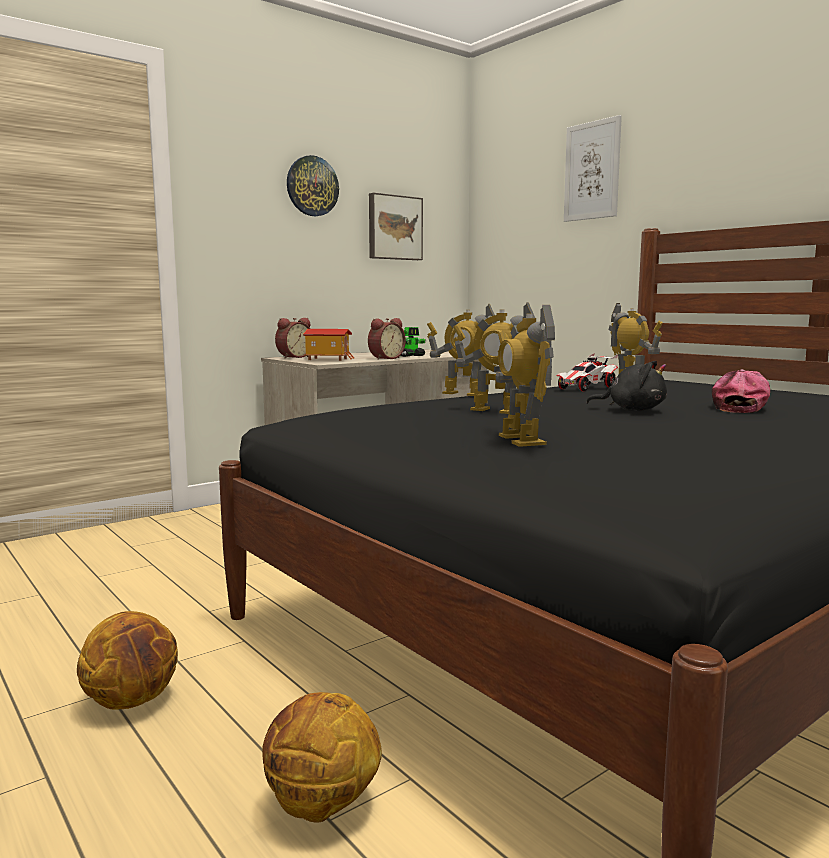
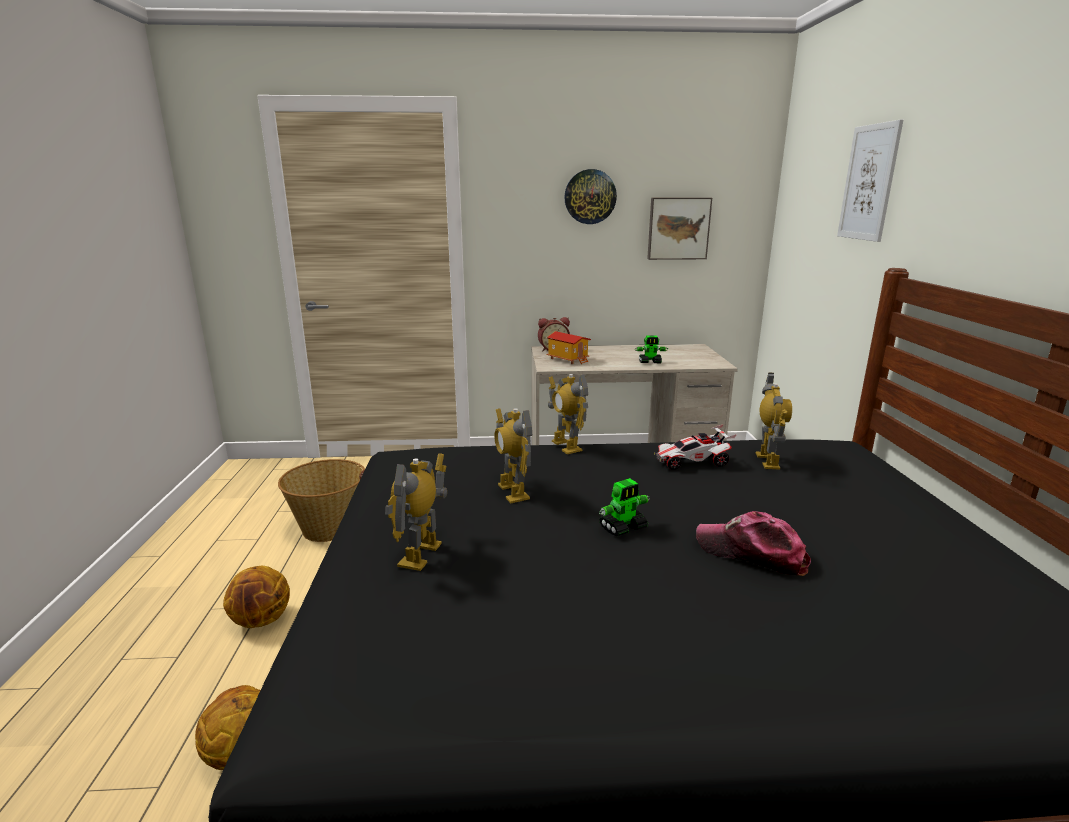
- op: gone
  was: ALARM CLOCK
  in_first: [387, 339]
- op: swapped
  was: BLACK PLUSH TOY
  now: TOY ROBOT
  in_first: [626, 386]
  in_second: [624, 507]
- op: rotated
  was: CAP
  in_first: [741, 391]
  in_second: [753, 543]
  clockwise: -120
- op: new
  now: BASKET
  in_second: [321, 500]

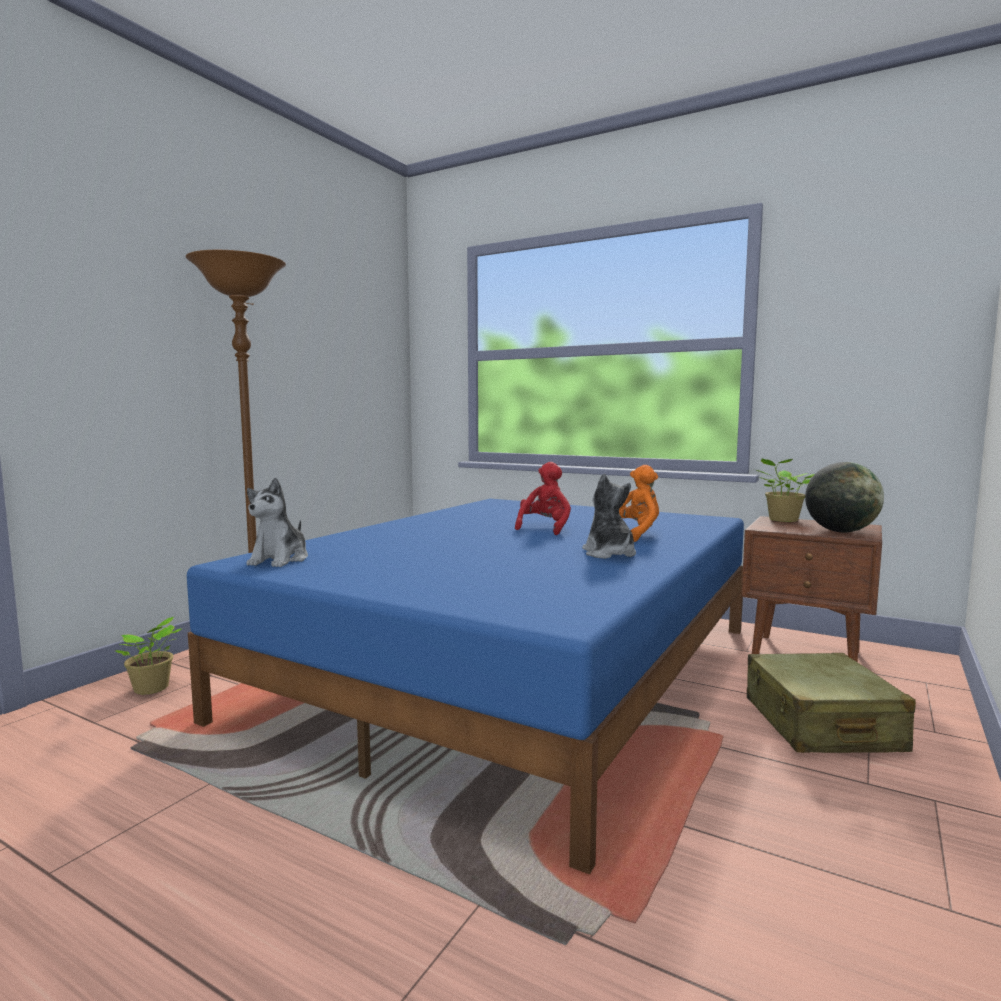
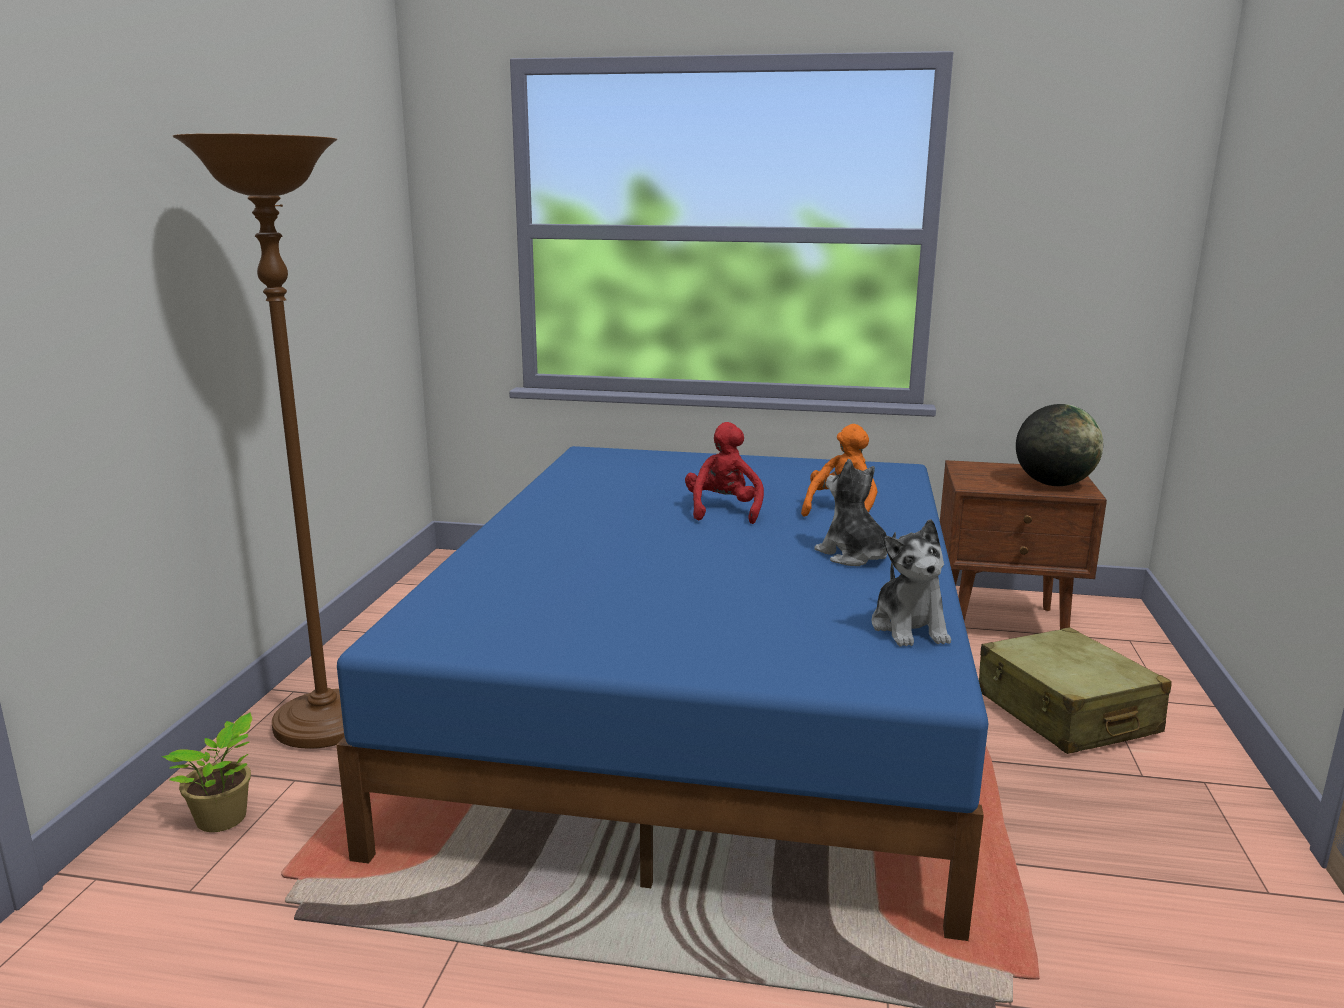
- op: gone
  was: POTTED PLANT
  in_first: [784, 490]
- op: shifted
  was: PLUSH TOY
  in_first: [277, 522]
  in_second: [911, 583]

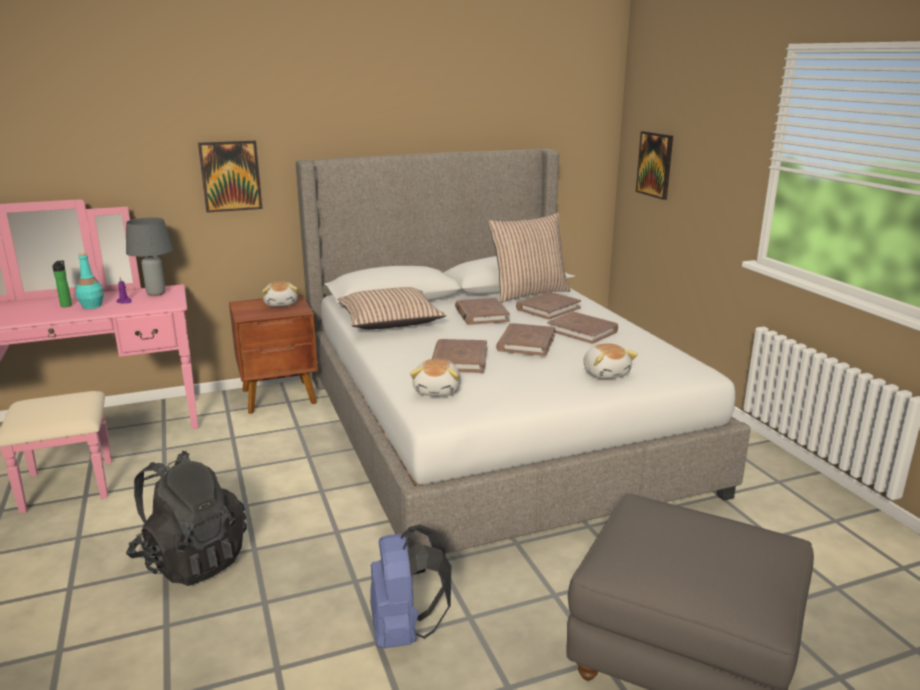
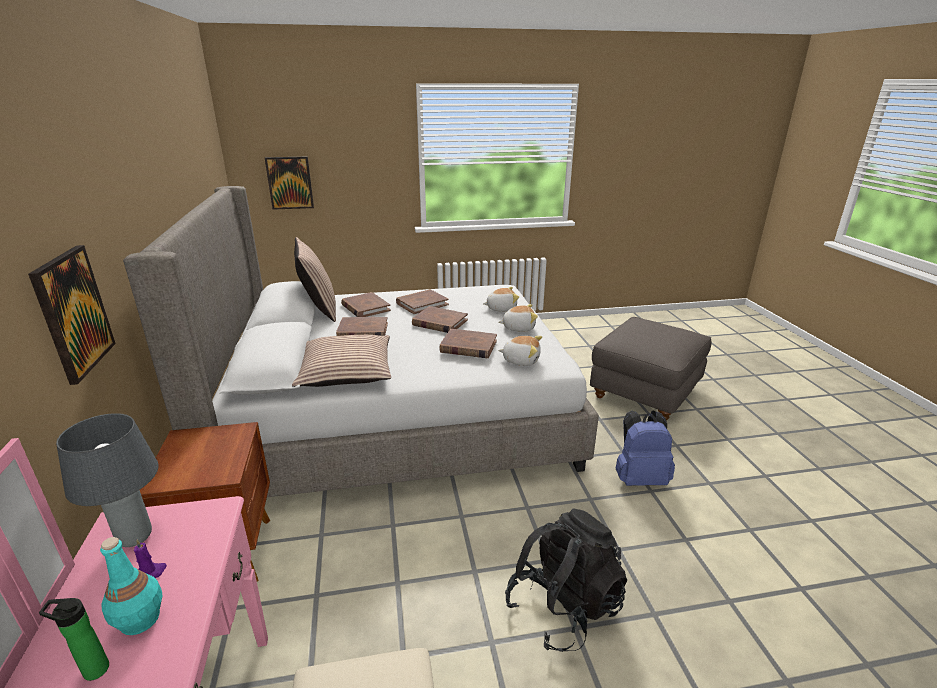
- op: shifted
  was: PLUSH TOY
  in_first: [280, 294]
  in_second: [518, 318]

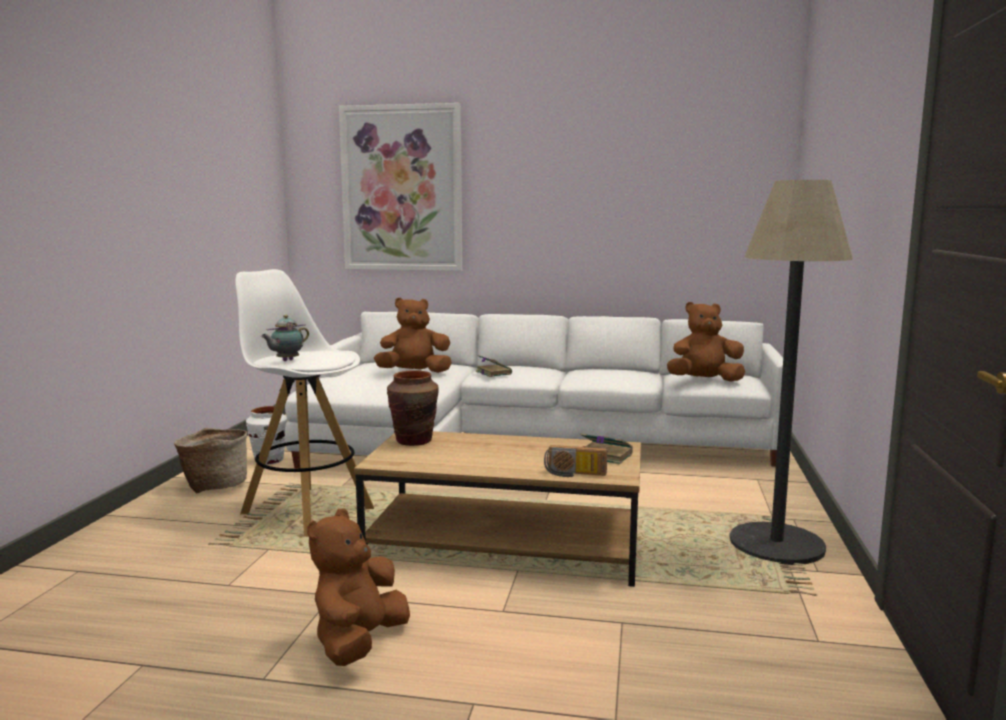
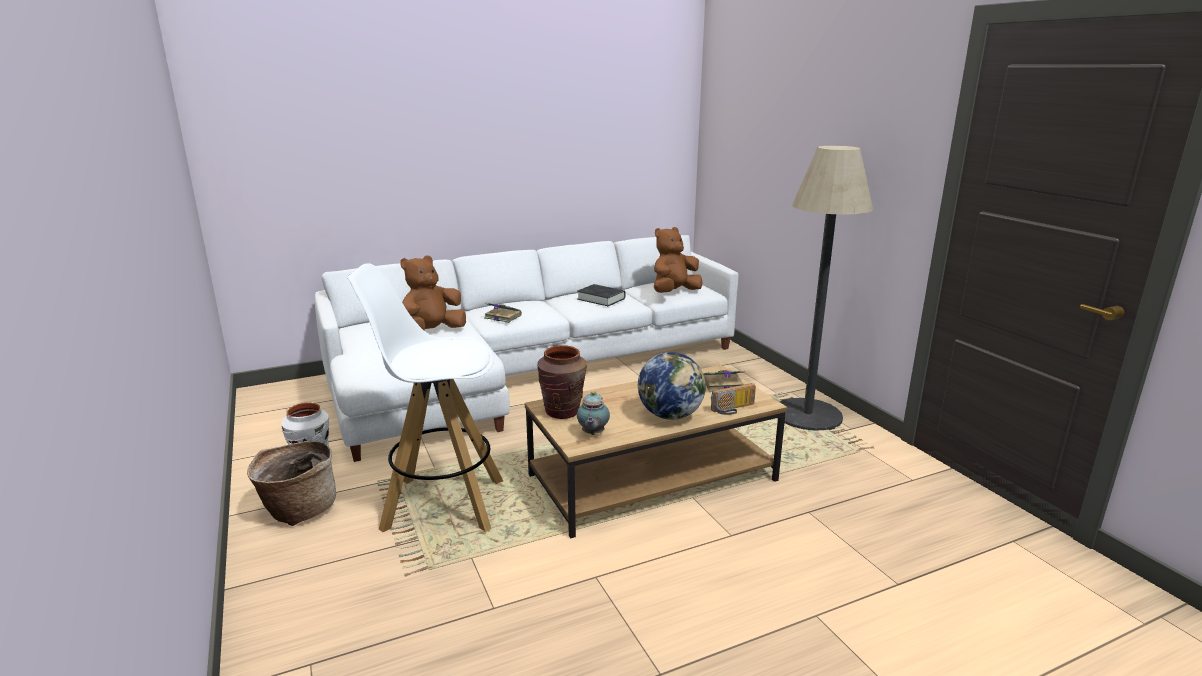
- op: gone
  was: PICTURE
  in_first: [400, 187]
- op: shifted
  was: TEAPOT
  in_first: [285, 338]
  in_second: [593, 413]
- op: gone
  was: BROWN PLUSH TOY
  in_first: [358, 587]
- op: new
  now: BLACK BOOK
  in_second: [601, 295]
- op: new
  now: GLOBE
  in_second: [672, 386]

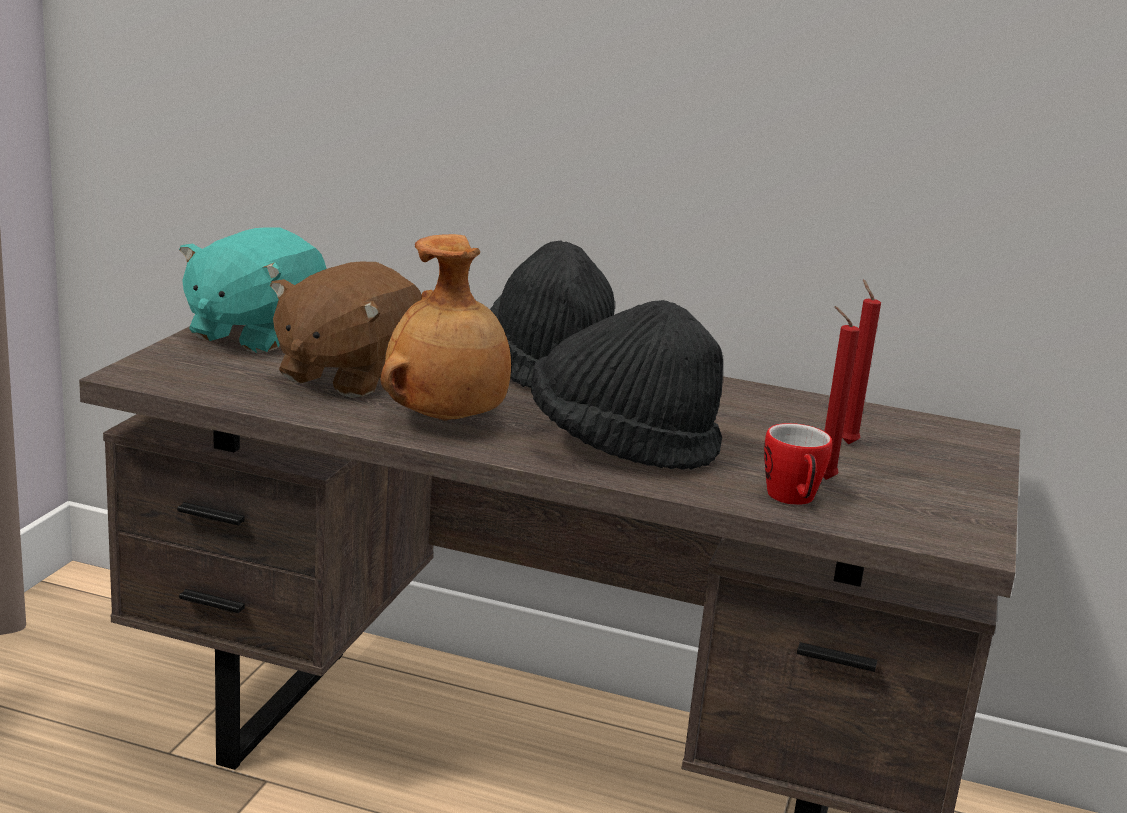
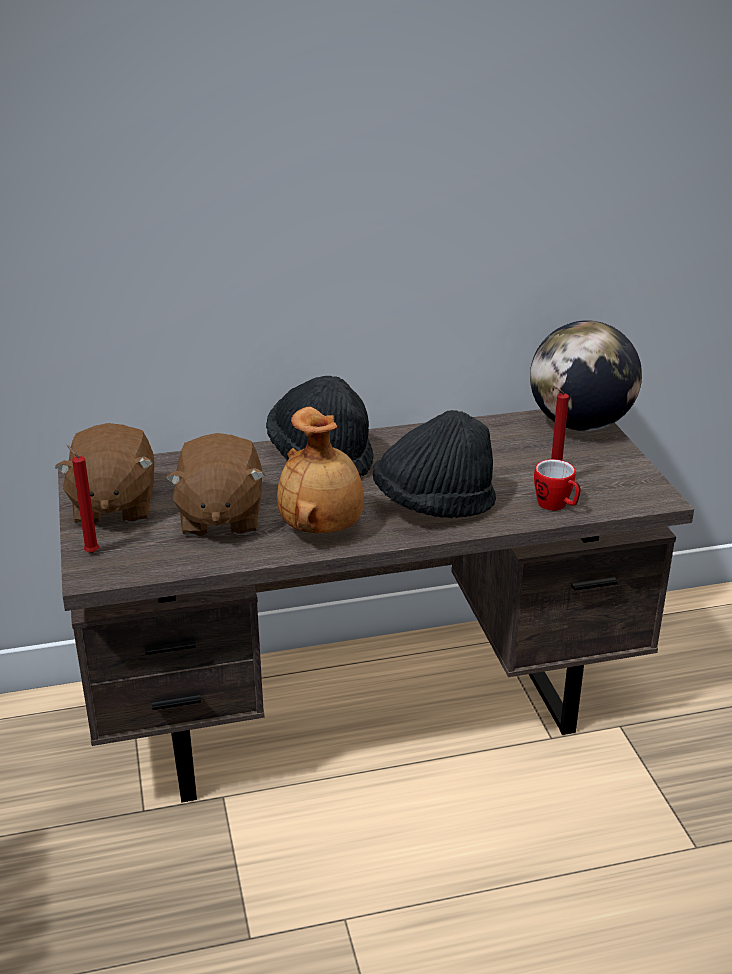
- op: repainted
  was: TURQUOISE PLUSH TOY
  now: BROWN PLUSH TOY
  in_first: [253, 290]
  in_second: [104, 474]
- op: shifted
  was: RED CANDLE
  in_first: [861, 361]
  in_second: [83, 499]
- op: new
  now: GLOBE
  in_second: [586, 375]

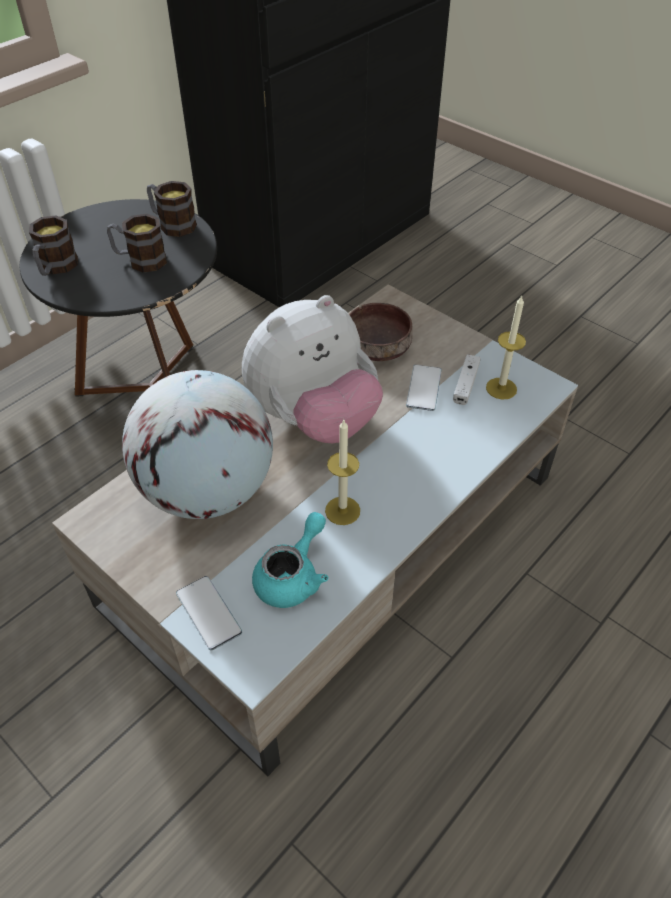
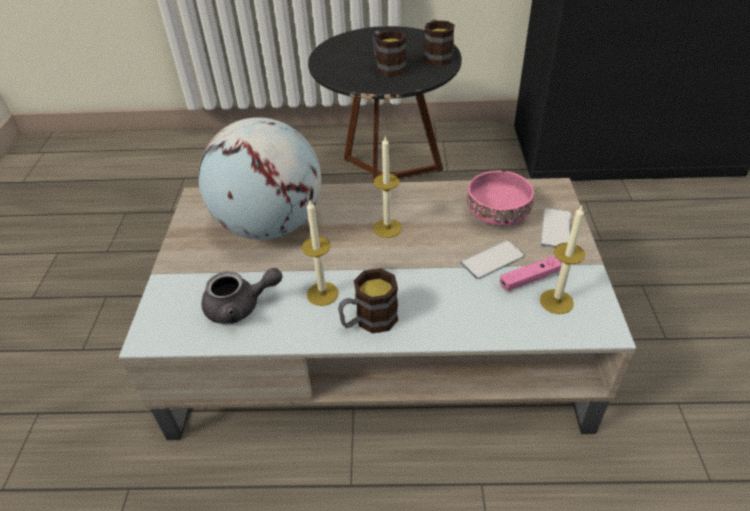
- op: shifted
  was: MUG
  in_first: [53, 245]
  in_second: [368, 300]
- op: swapped
  was: PLUSH TOY
  now: CANDLE
  in_first: [312, 369]
  in_second: [387, 187]
- op: repainted
  was: BROWN BOWL
  now: PINK BOWL
  in_first: [381, 332]
  in_second: [500, 198]
- op: repainted
  was: WHITE GAME CONTROLLER
  now: PINK GAME CONTROLLER
  in_first: [467, 379]
  in_second: [531, 273]
- op: repainted
  was: TURQUOISE TEAPOT
  now: GREY TEAPOT
  in_first: [290, 560]
  in_second: [242, 296]
- op: shifted
  was: PHONE
  in_first: [209, 613]
  in_second: [555, 228]

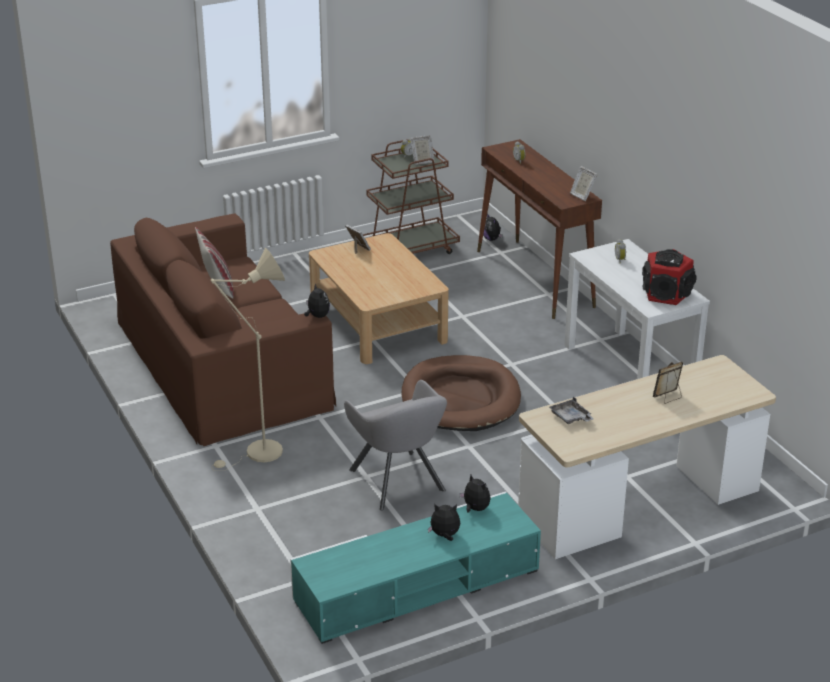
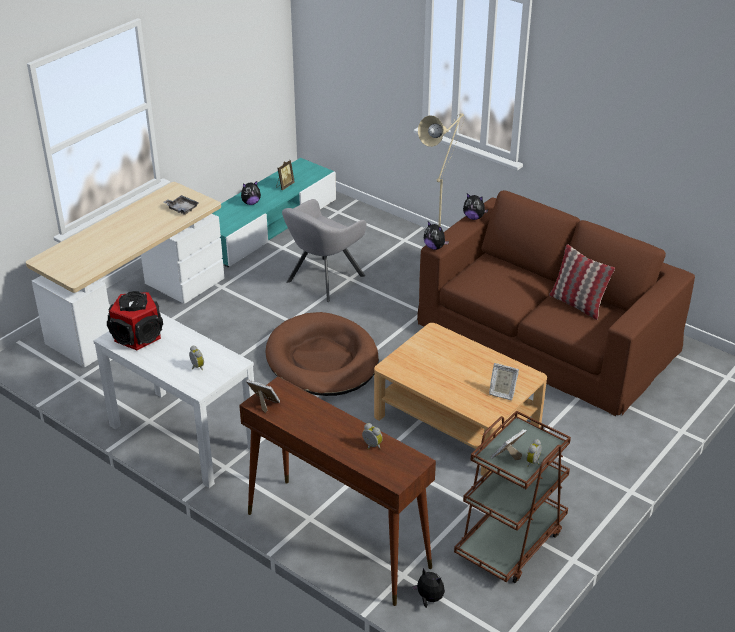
- op: shifted
  was: PICTURE FRAME
  in_first: [668, 383]
  in_second: [285, 175]
- op: rotated
  was: GREY ARMCHAIR
  in_first: [395, 445]
  in_second: [324, 250]
  clockwise: -90
- op: shifted
  was: PLUSH TOY
  in_first: [475, 494]
  in_second: [475, 206]

